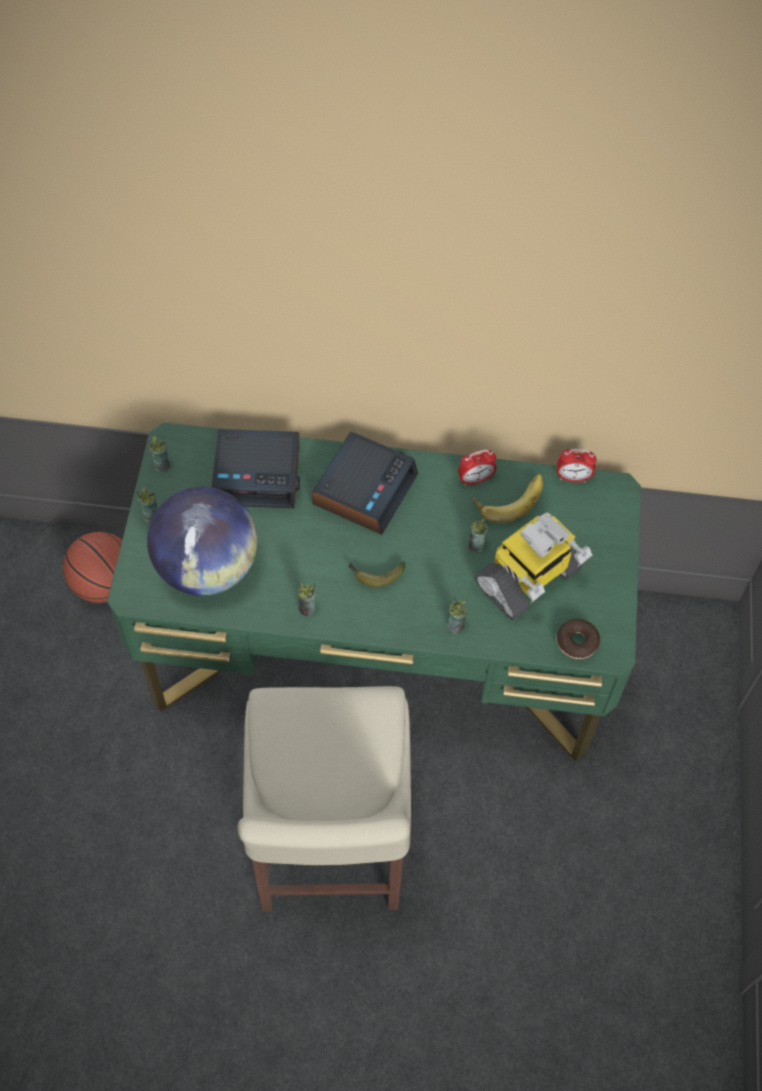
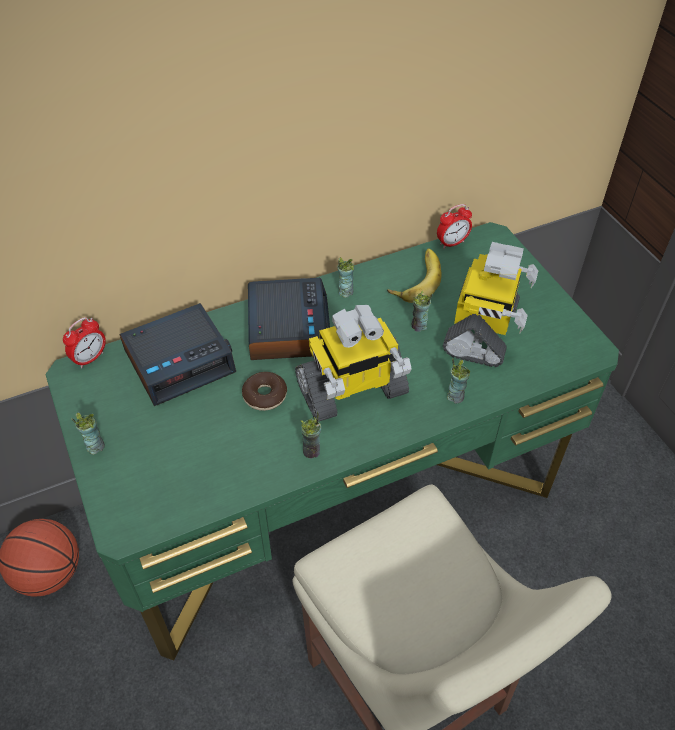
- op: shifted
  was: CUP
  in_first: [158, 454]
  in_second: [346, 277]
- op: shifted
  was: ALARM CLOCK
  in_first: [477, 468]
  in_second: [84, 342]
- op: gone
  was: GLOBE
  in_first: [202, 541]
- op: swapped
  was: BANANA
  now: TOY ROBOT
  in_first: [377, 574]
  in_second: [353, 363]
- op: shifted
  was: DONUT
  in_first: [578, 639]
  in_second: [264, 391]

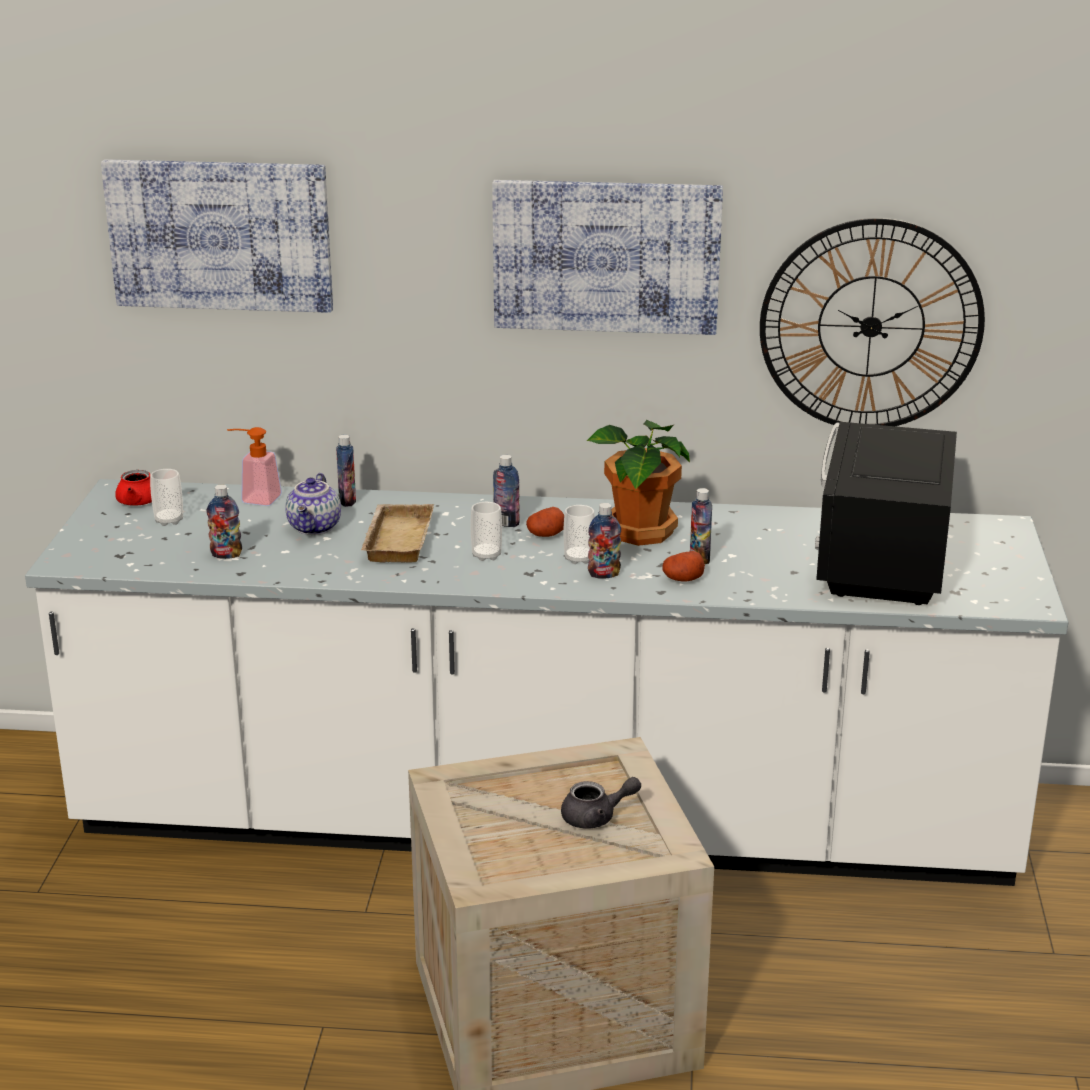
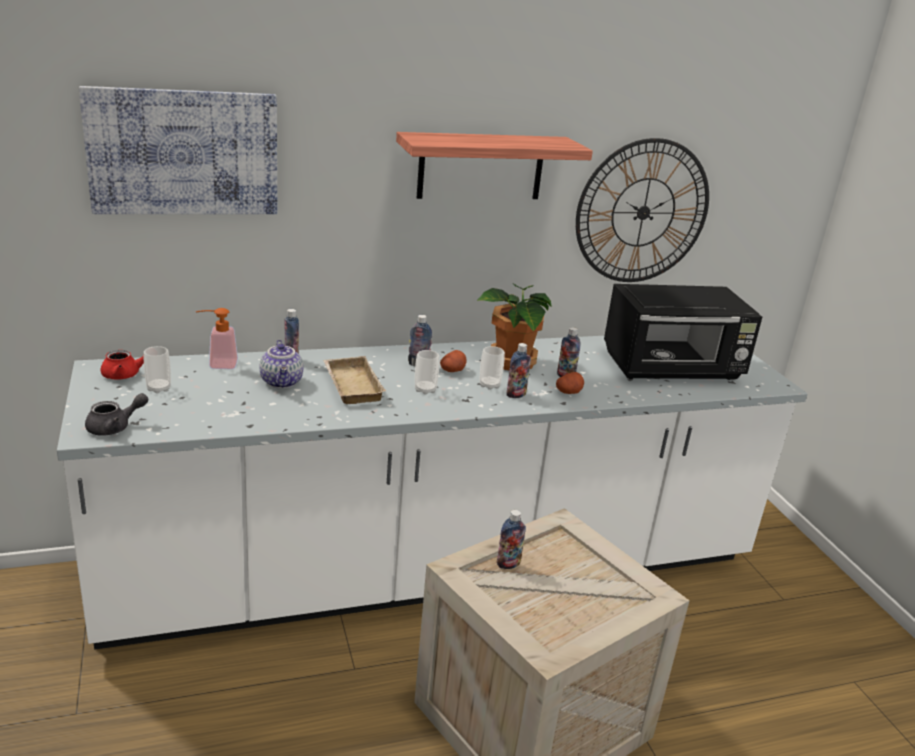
- op: swapped
  was: PICTURE
  now: SHELF
  in_first: [607, 257]
  in_second: [494, 165]
- op: rotated
  was: BLACK MICROWAVE
  in_first: [886, 513]
  in_second: [683, 332]
  clockwise: -90
- op: shifted
  was: BOTTLE
  in_first: [224, 521]
  in_second: [511, 539]
- op: shifted
  was: GREY TEAPOT
  in_first: [601, 803]
  in_second: [116, 414]

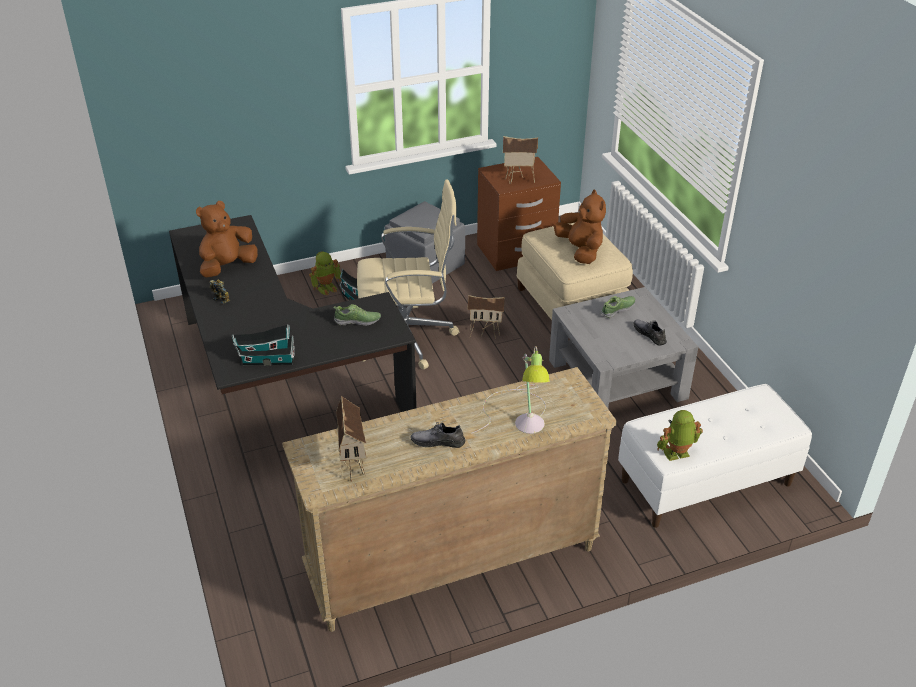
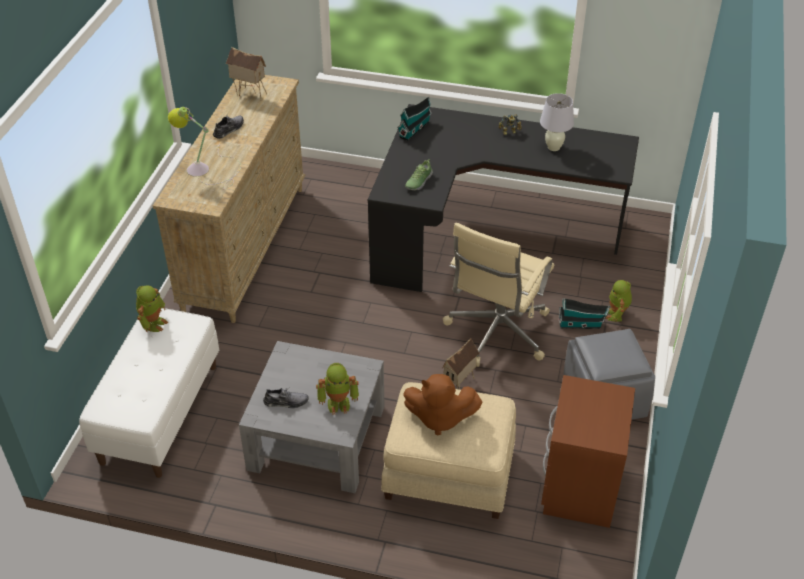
- op: gone
  was: TOY HOUSE
  in_first: [520, 160]
- op: swapped
  was: BROWN PLUSH TOY
  now: WHITE TABLE LAMP
  in_first: [227, 239]
  in_second: [557, 122]
- op: swapped
  was: SHOE
  now: TOY ROBOT
  in_first: [617, 307]
  in_second: [337, 389]

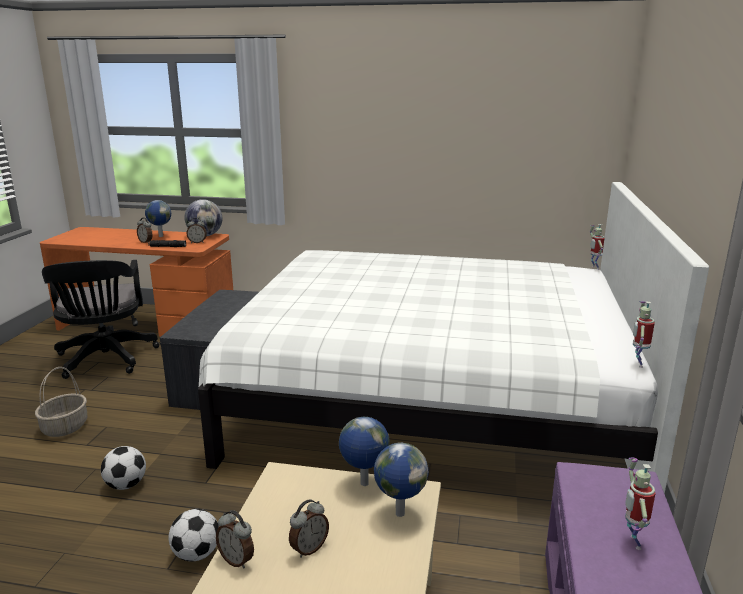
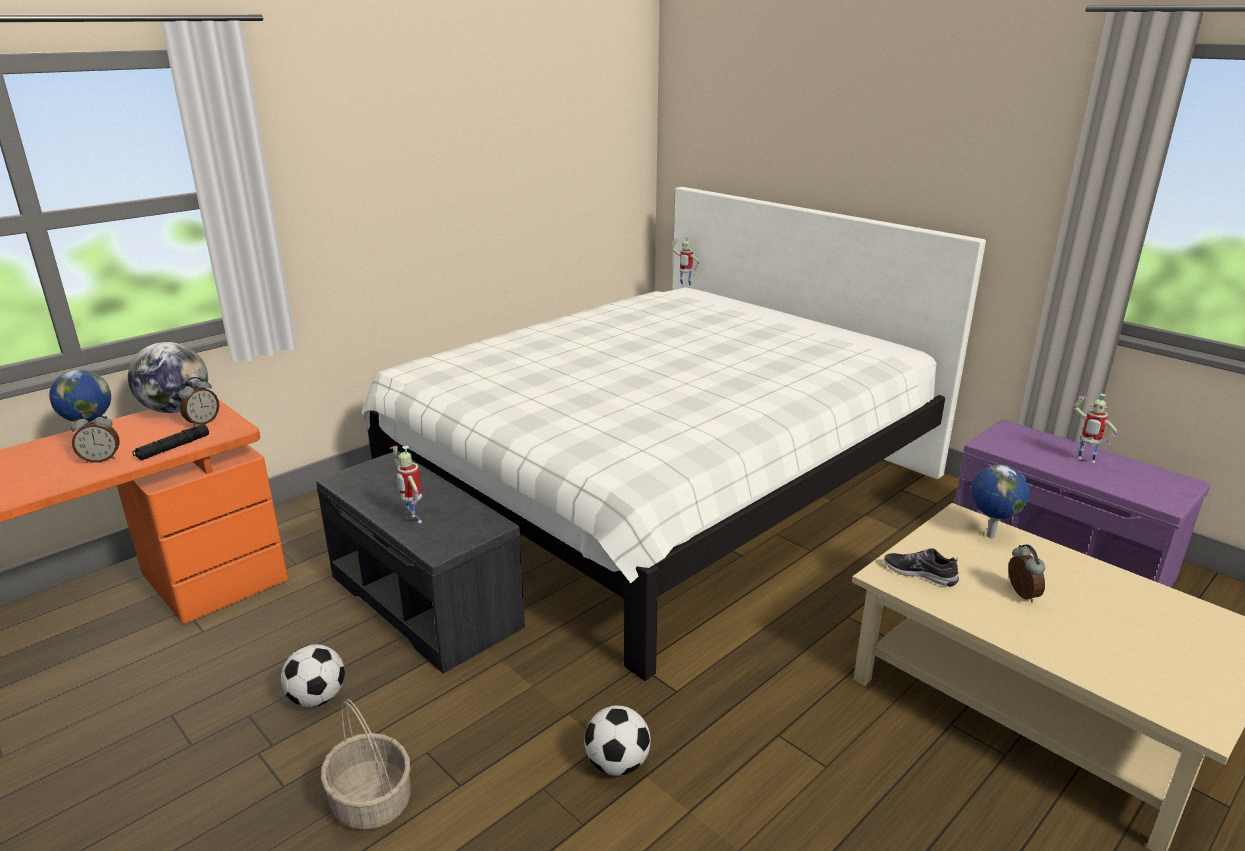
- op: gone
  was: BLACK OFFICE CHAIR
  in_first: [101, 319]
- op: shifted
  was: TOY ROBOT
  in_first: [644, 334]
  in_second: [406, 484]
- op: gone
  was: GLOBE
  in_first: [364, 451]
- op: shifted
  was: FOOTBALL
  in_first: [194, 535]
  in_second: [313, 675]
- op: gone
  was: ALARM CLOCK
  in_first: [235, 539]
- op: new
  now: SHOE
  in_second: [921, 567]

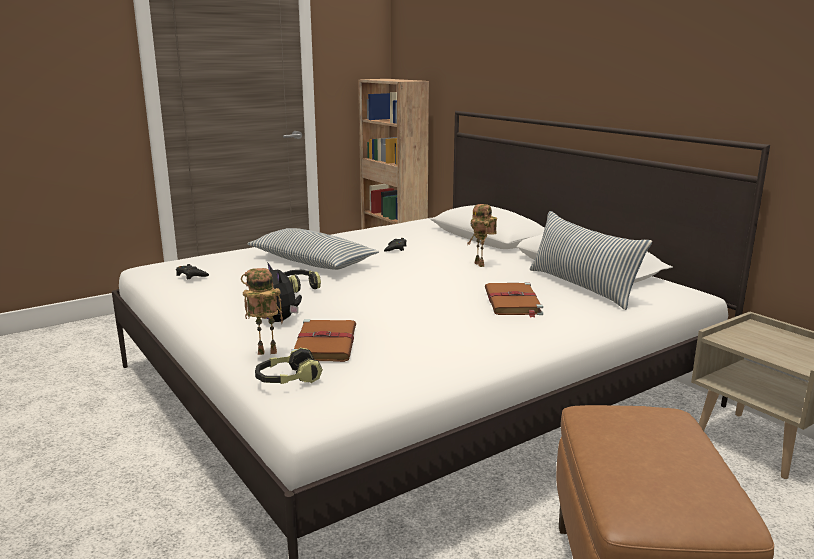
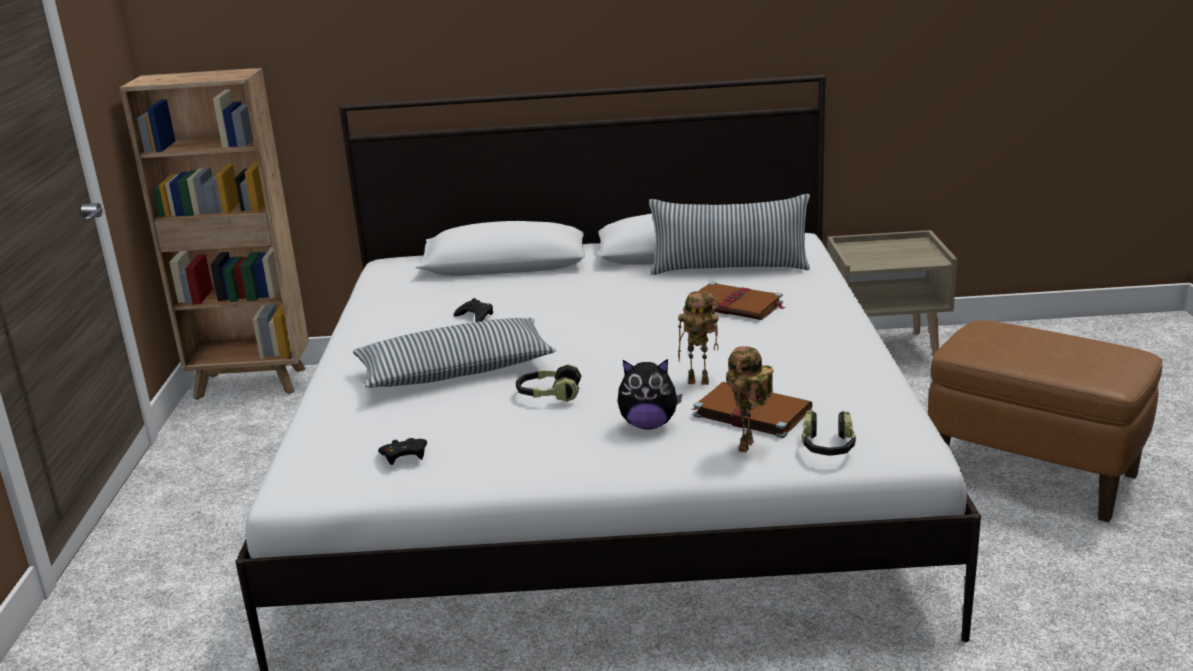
- op: shifted
  was: TOY ROBOT
  in_first: [482, 235]
  in_second: [698, 338]

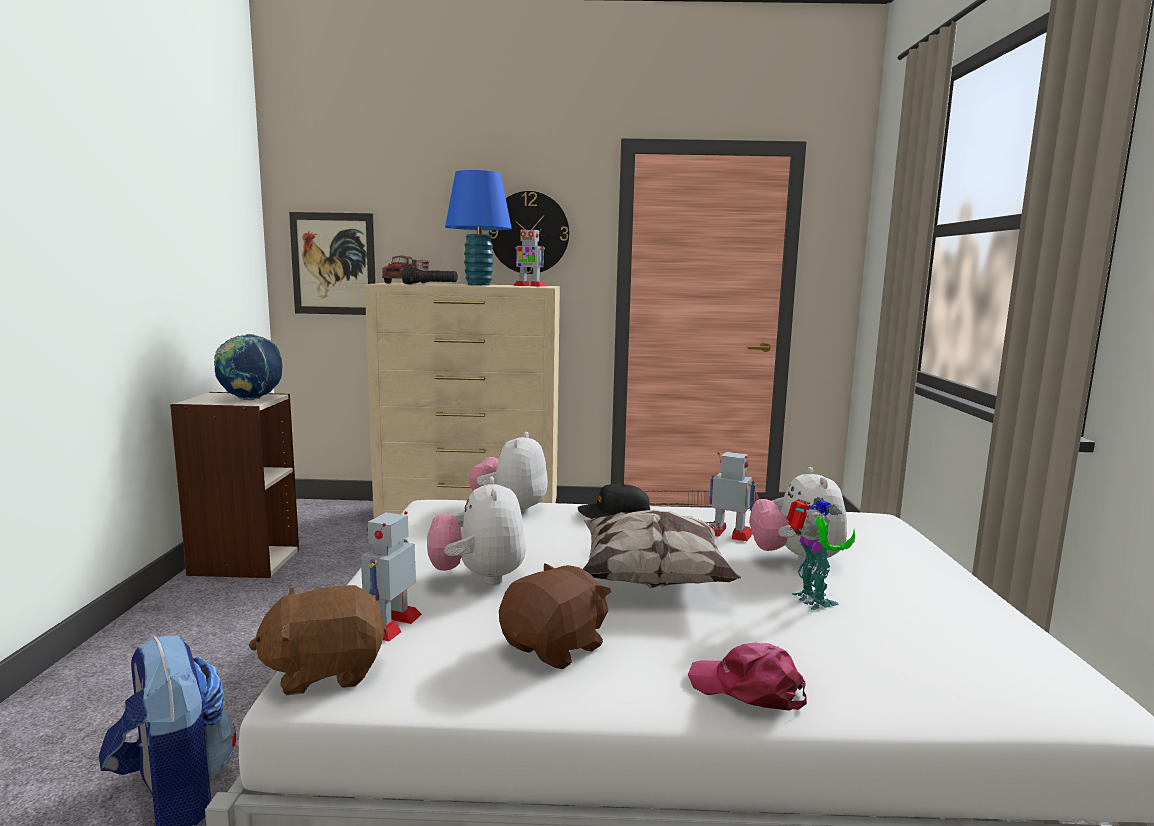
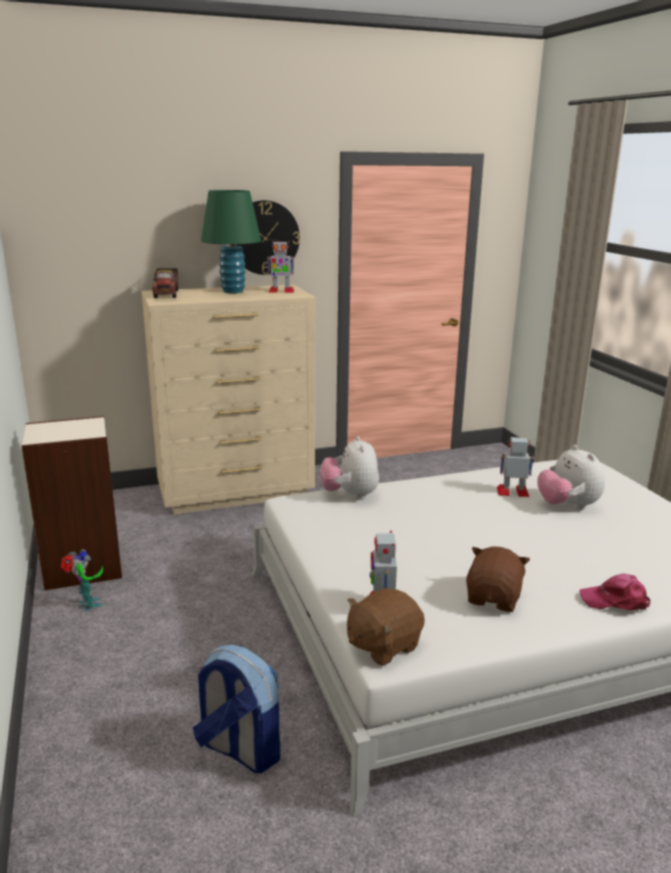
- op: repainted
  was: BLUE TABLE LAMP
  now: GREEN TABLE LAMP
  in_first: [478, 227]
  in_second: [231, 241]
- op: gone
  was: PICTURE
  in_first: [332, 263]
- op: gone
  was: BLACK FLASHLIGHT
  in_first: [430, 275]
- op: gone
  was: GLOBE
  in_first: [248, 367]
- op: gone
  was: PLUSH TOY
  in_first: [476, 531]
- op: gone
  was: BLACK CAP
  in_first: [614, 501]
- op: shifted
  was: TOY ROBOT
  in_first: [821, 553]
  in_second: [82, 580]
- op: gone
  was: PILLOW
  in_first: [662, 549]

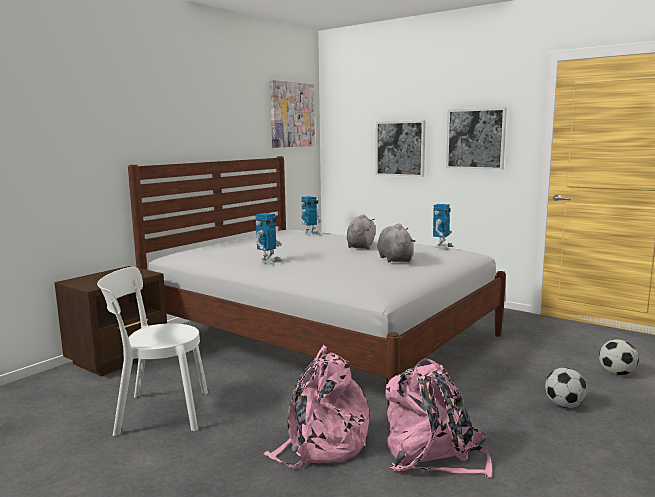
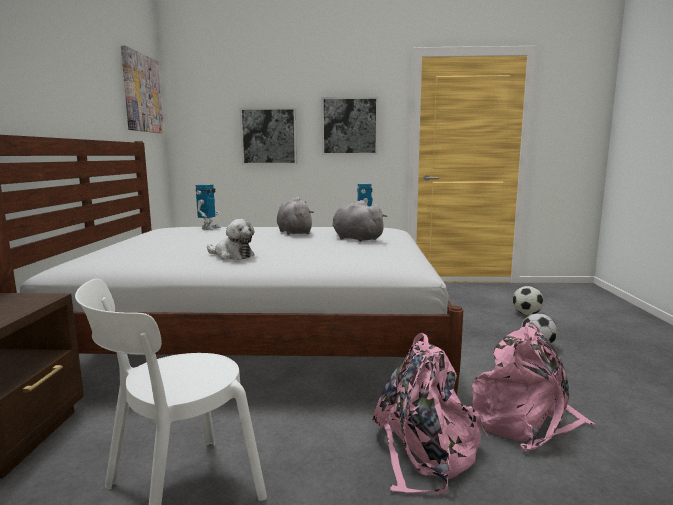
- op: swapped
  was: TOY ROBOT
  now: PLUSH TOY
  in_first: [268, 238]
  in_second: [231, 239]

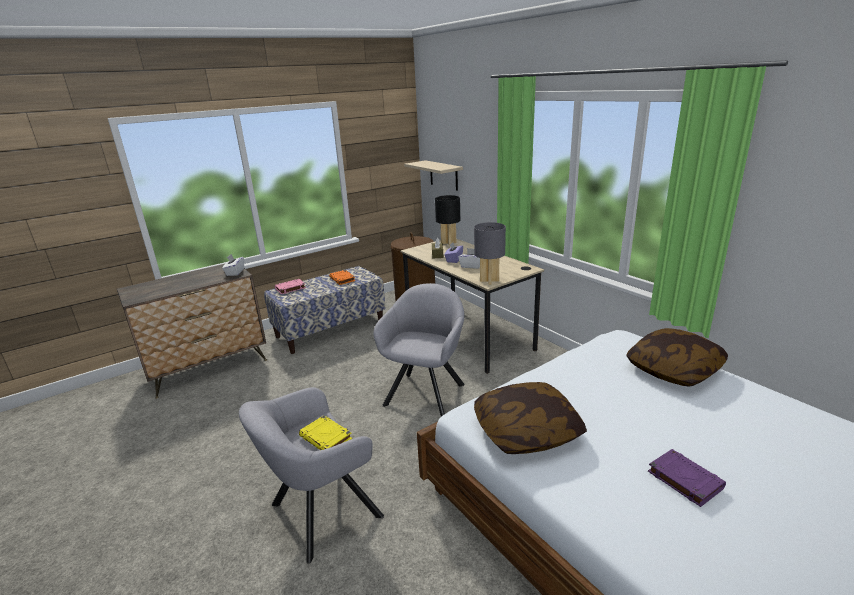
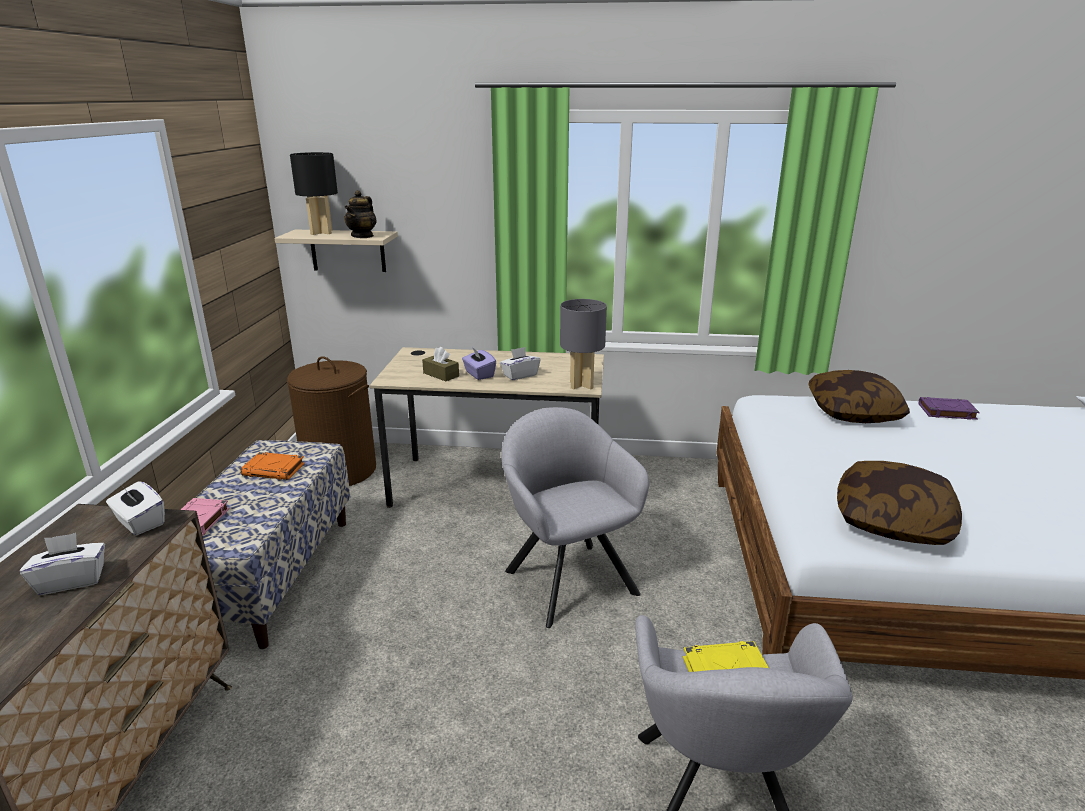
- op: shifted
  was: BLACK TABLE LAMP
  in_first: [447, 220]
  in_second: [314, 193]
- op: shifted
  was: PURPLE BOOK
  in_first: [687, 478]
  in_second: [949, 408]
- op: new
  now: TEAPOT
  in_second: [361, 214]
- op: new
  now: WHITE TISSUE BOX
  in_second: [62, 564]

